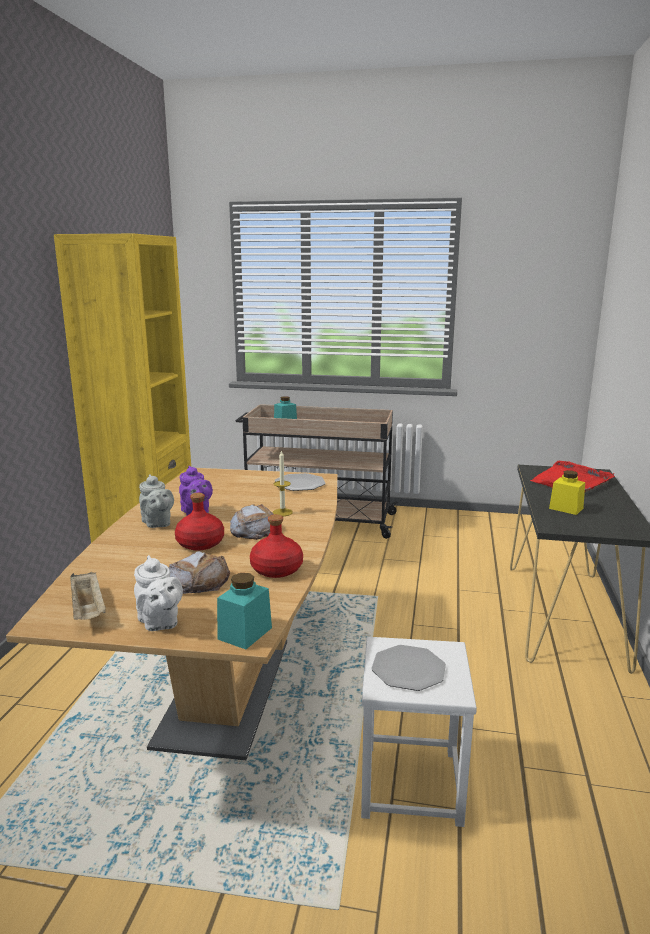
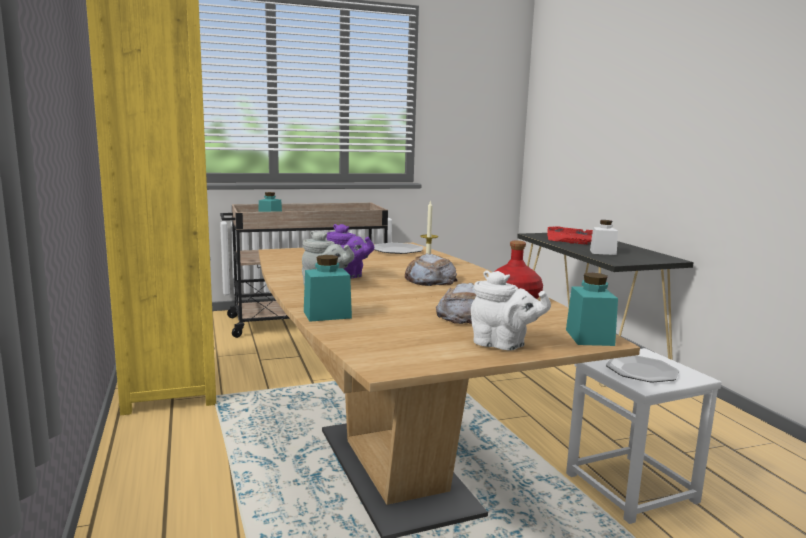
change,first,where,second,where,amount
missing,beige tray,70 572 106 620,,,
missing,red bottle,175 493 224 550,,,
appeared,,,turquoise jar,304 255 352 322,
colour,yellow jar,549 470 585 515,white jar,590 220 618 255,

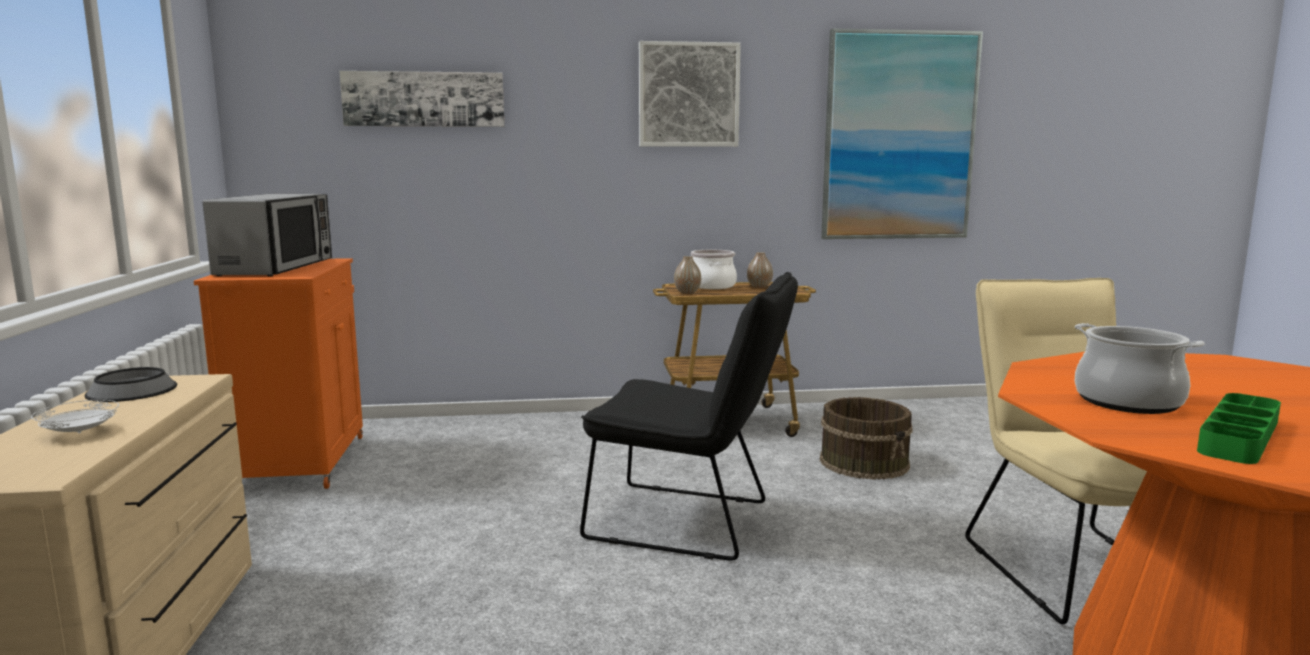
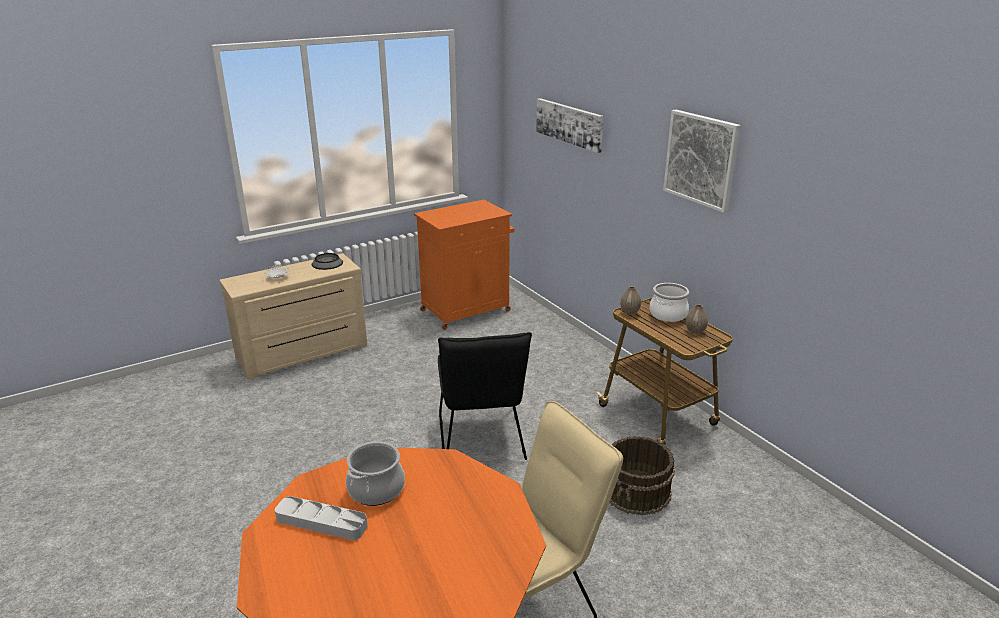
change,first,where,second,where,amount
missing,microwave,202 194 332 276,,,
missing,picture,821 28 983 239,,,
colour,green tray,1197 393 1281 464,grey tray,275 496 368 540,

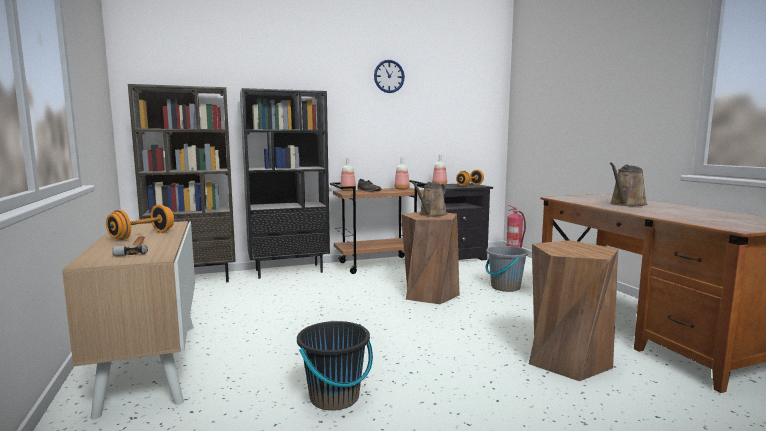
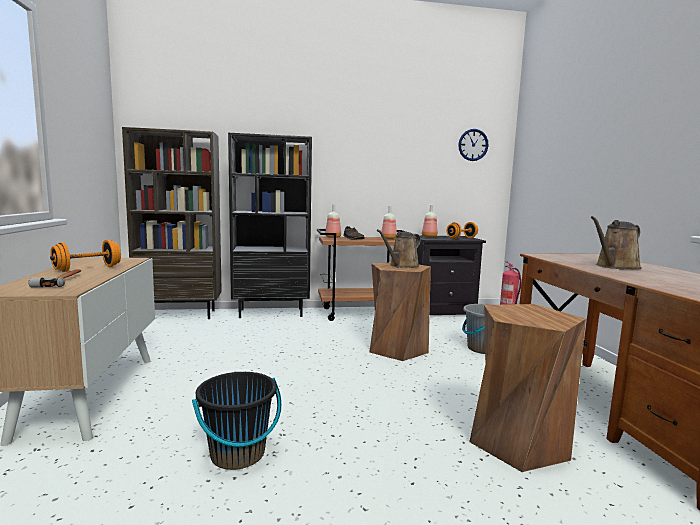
change,first,where,second,where,amount
relocated,wall clock,374 60 405 93,,458 129 488 161,

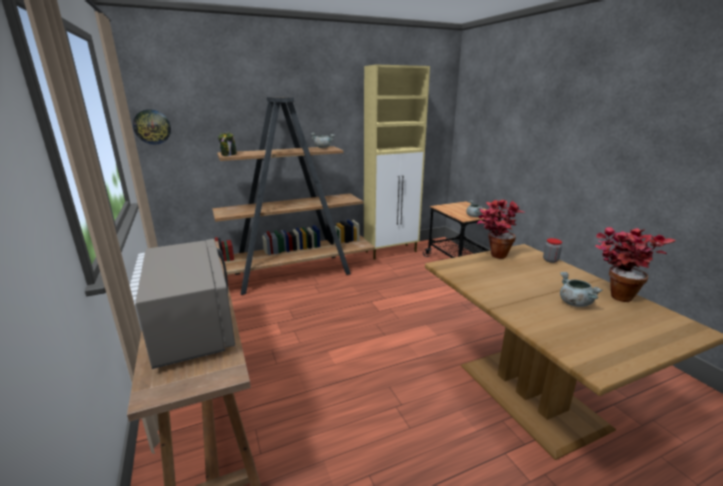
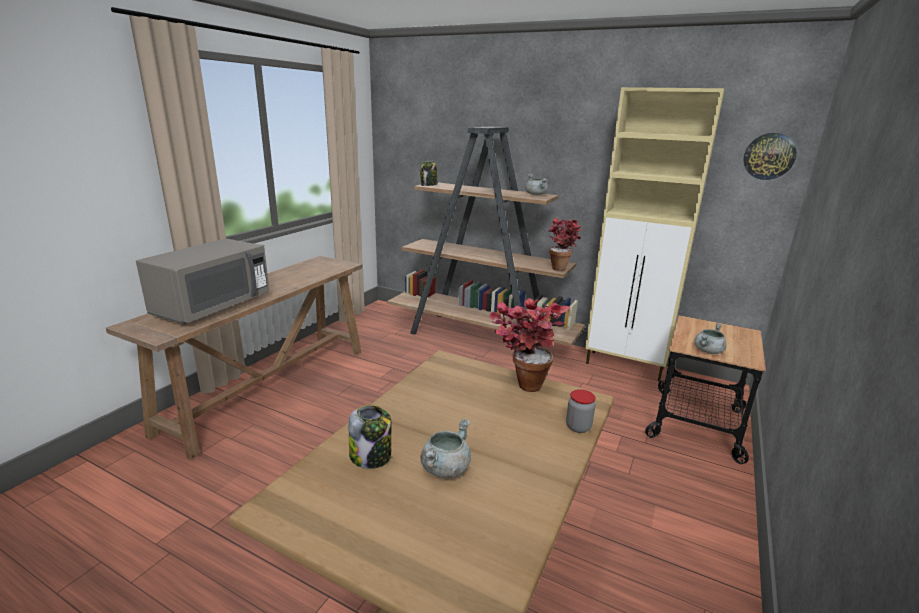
change,first,where,second,where,amount
appeared,,,jar,349 405 392 469,
relocated,wall clock,133 110 171 145,,743 133 797 180,
relocated,potted plant,595 227 676 302,,549 217 582 271,

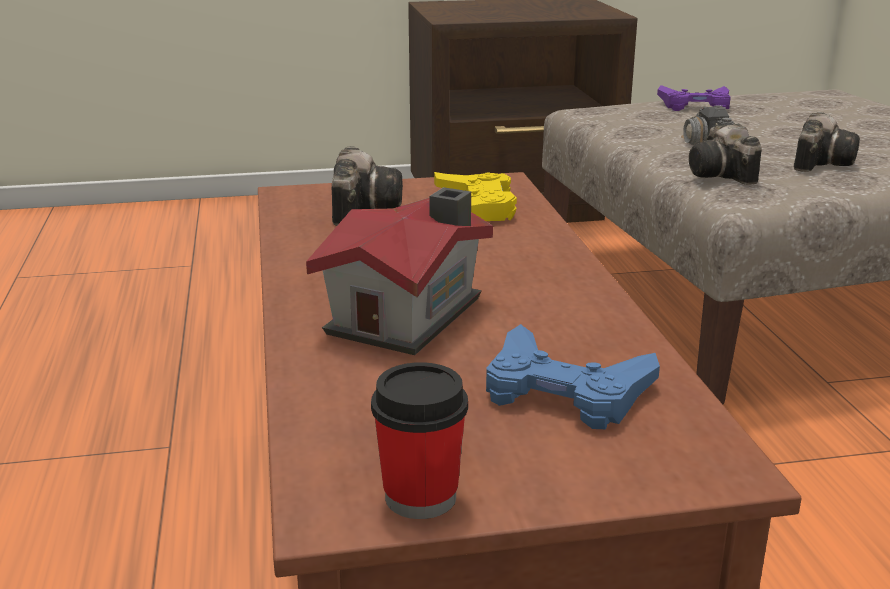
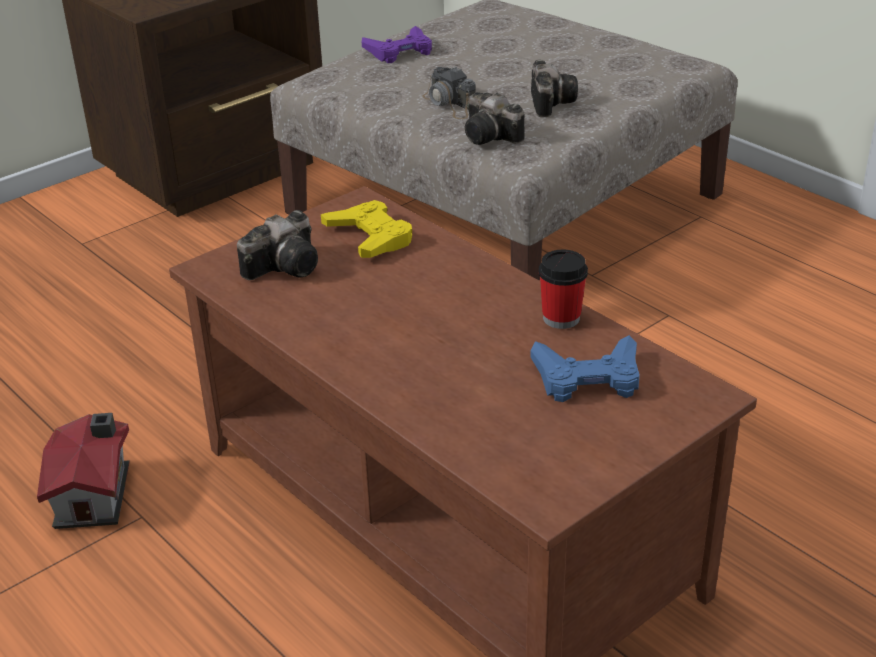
change,first,where,second,where,amount
relocated,toy house,306 187 493 355,,37 413 130 529,
relocated,cup,371 362 468 519,,539 250 588 329,
spun,photo camera,332 146 403 226,,237 210 318 280,75 degrees clockwise

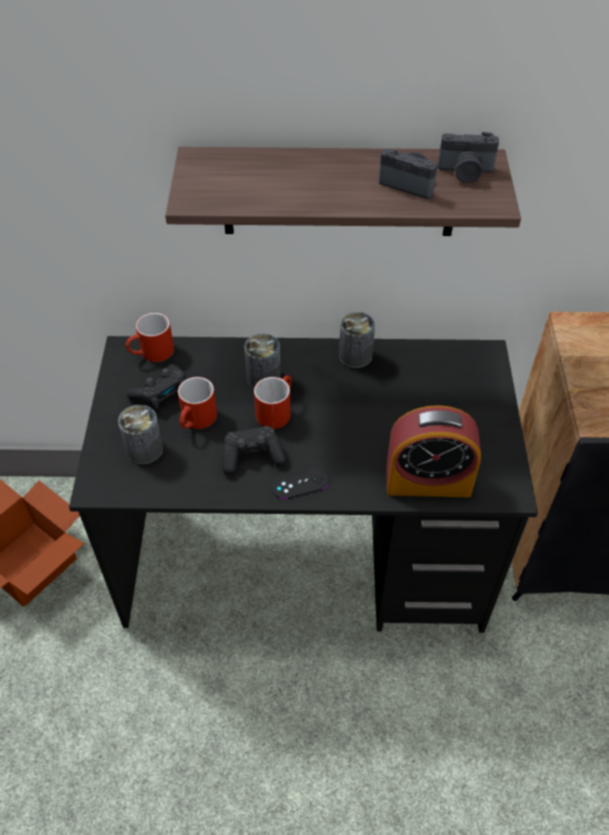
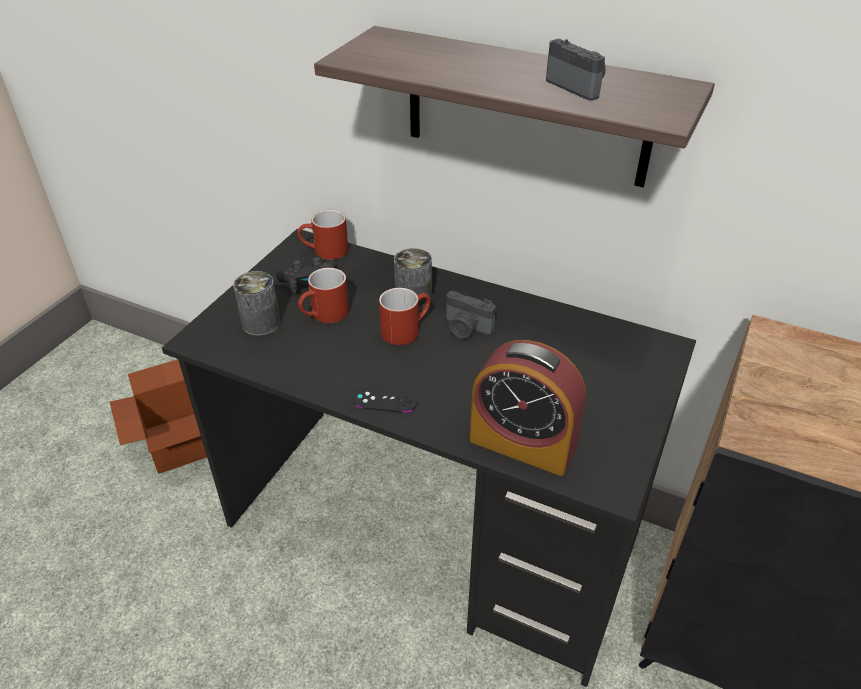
change,first,where,second,where,amount
missing,black game controller,222 426 287 475,,,
missing,can,339 312 375 368,,,
relocated,photo camera,438 132 499 183,,446 291 496 339,

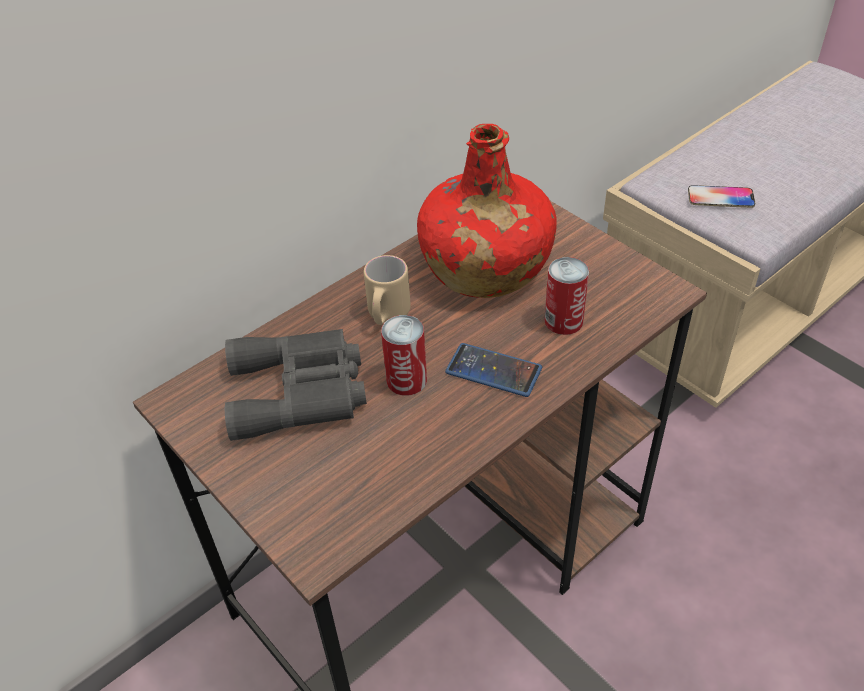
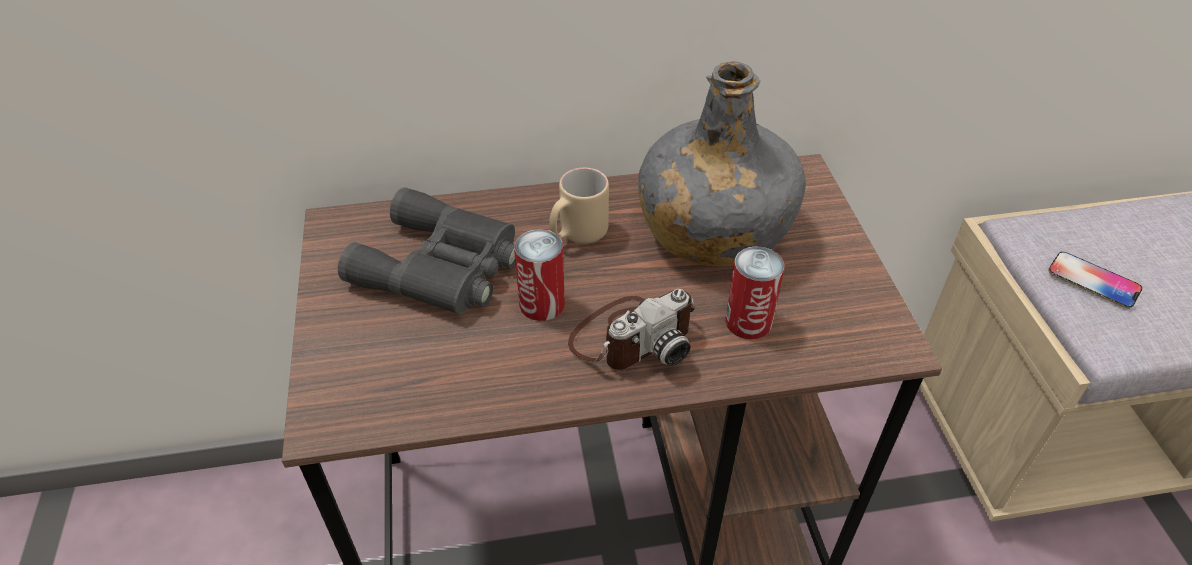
change,first,where,second,where,amount
exchanged,phone,445 343 542 397,photo camera,568 289 695 370,
colour,red bottle,417 124 557 298,grey bottle,638 61 806 267,

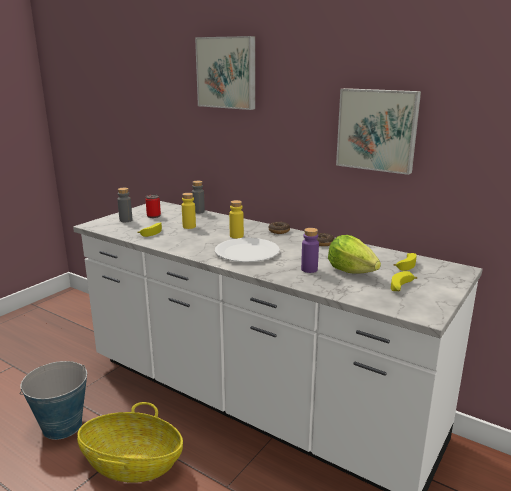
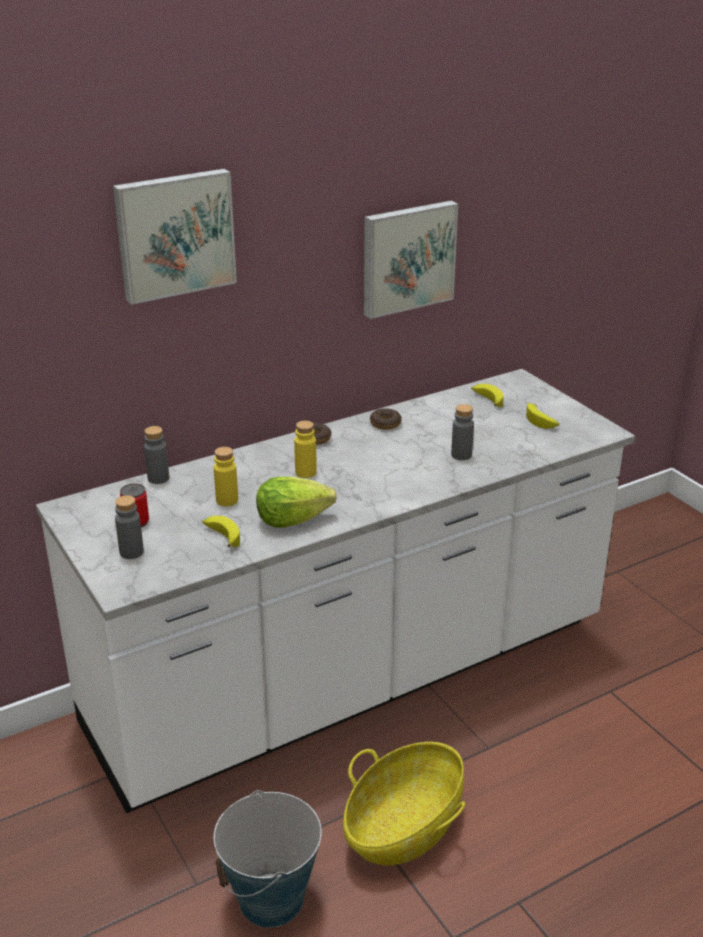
change,first,where,second,where,amount
missing,white plate,215 238 280 262,,,
relocated,lettuce,328 235 381 274,,256 477 337 528,
colour,purple bottle,301 228 319 273,grey bottle,451 404 474 460,

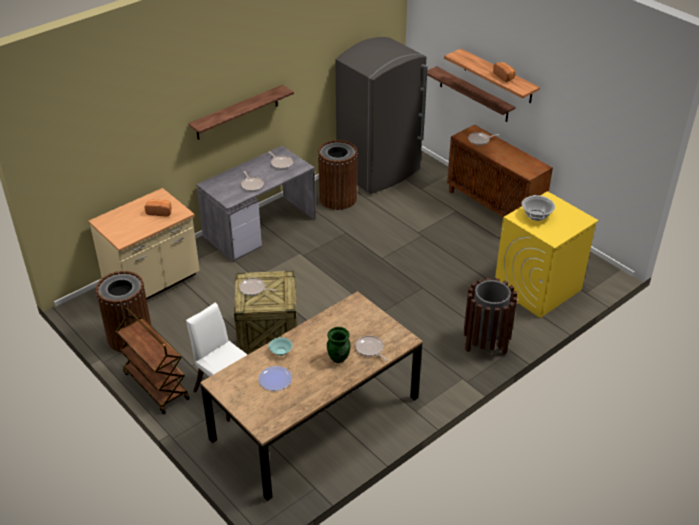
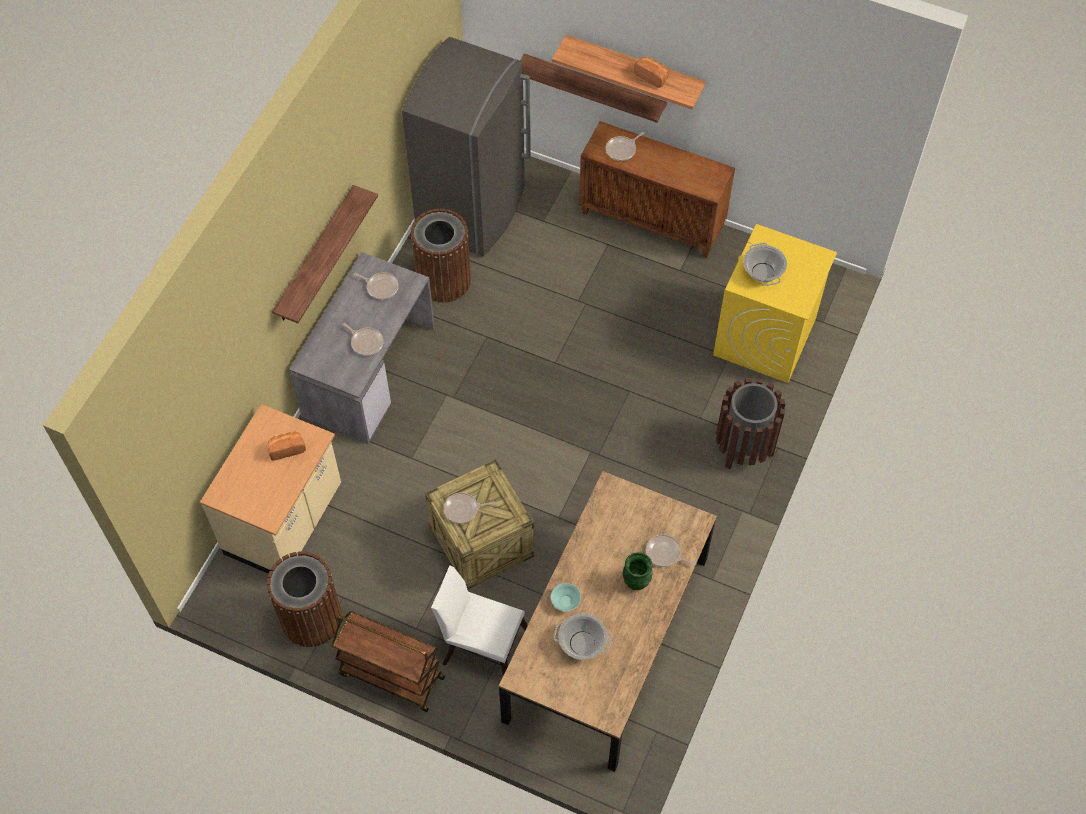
change,first,where,second,where,amount
exchanged,plate,258 366 292 391,cooking pot,553 614 612 660,

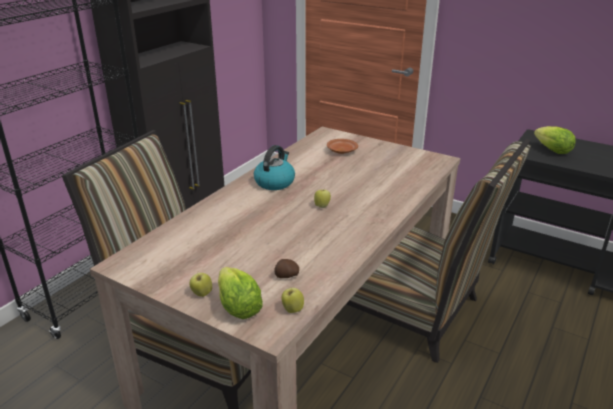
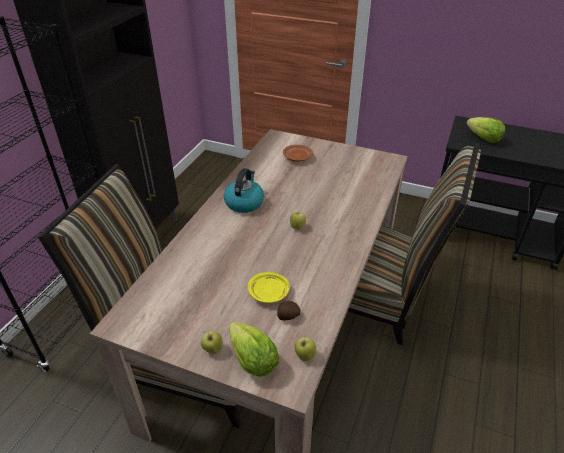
change,first,where,second,where,amount
appeared,,,yellow plate,248 272 290 303,

